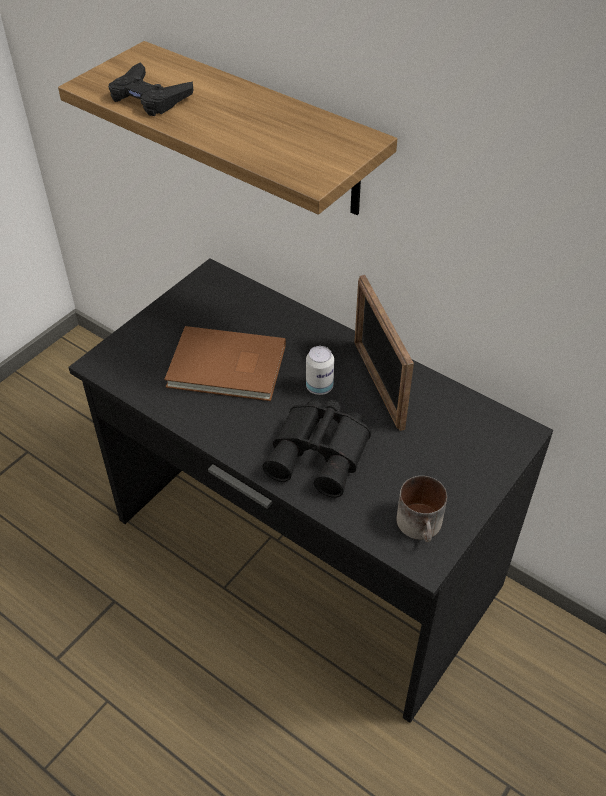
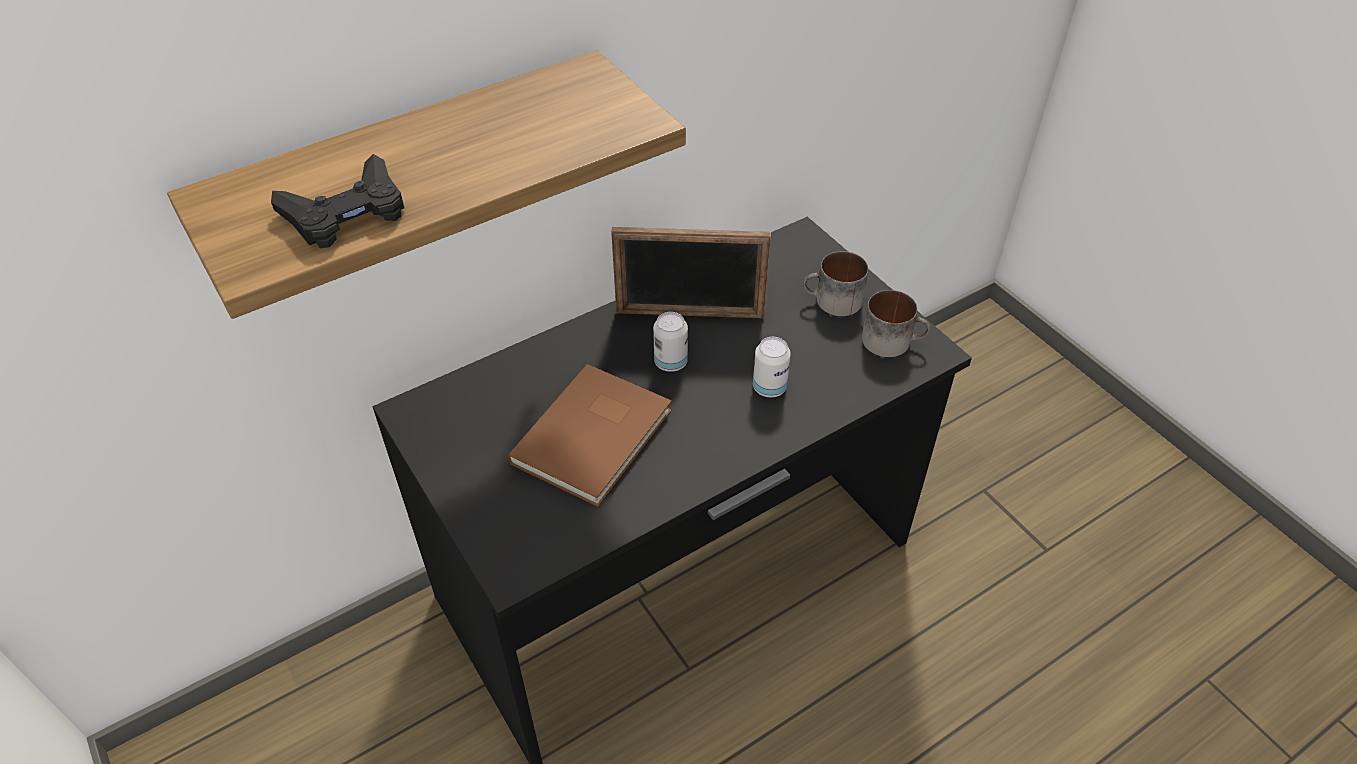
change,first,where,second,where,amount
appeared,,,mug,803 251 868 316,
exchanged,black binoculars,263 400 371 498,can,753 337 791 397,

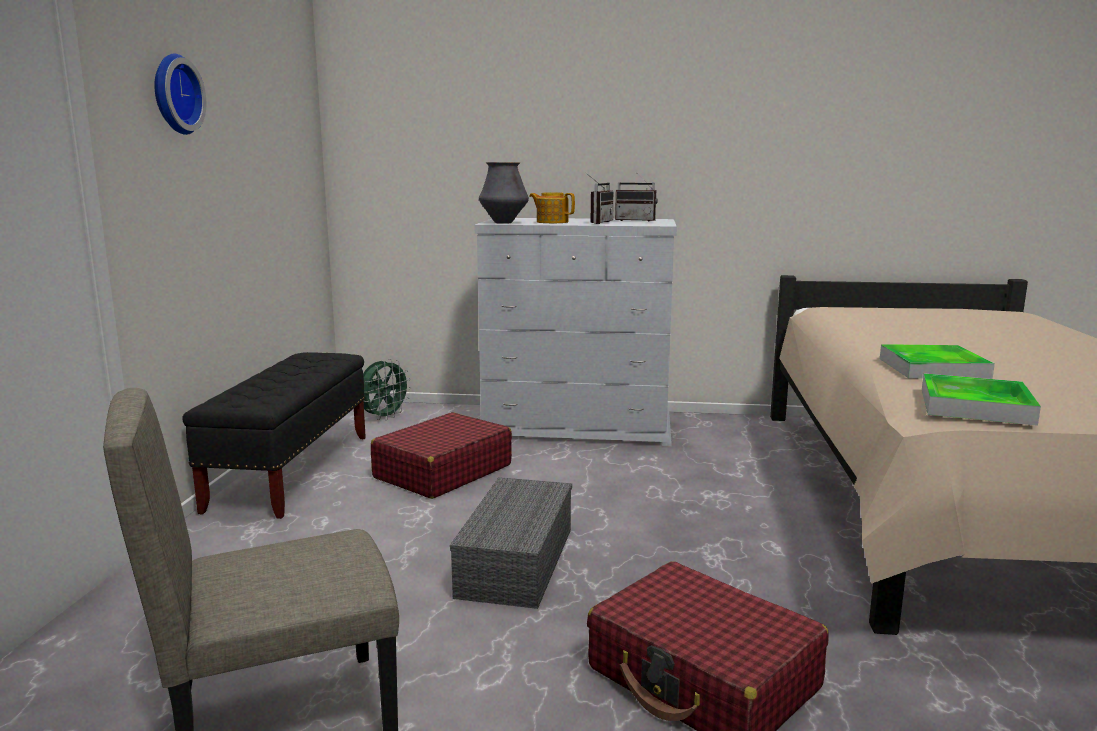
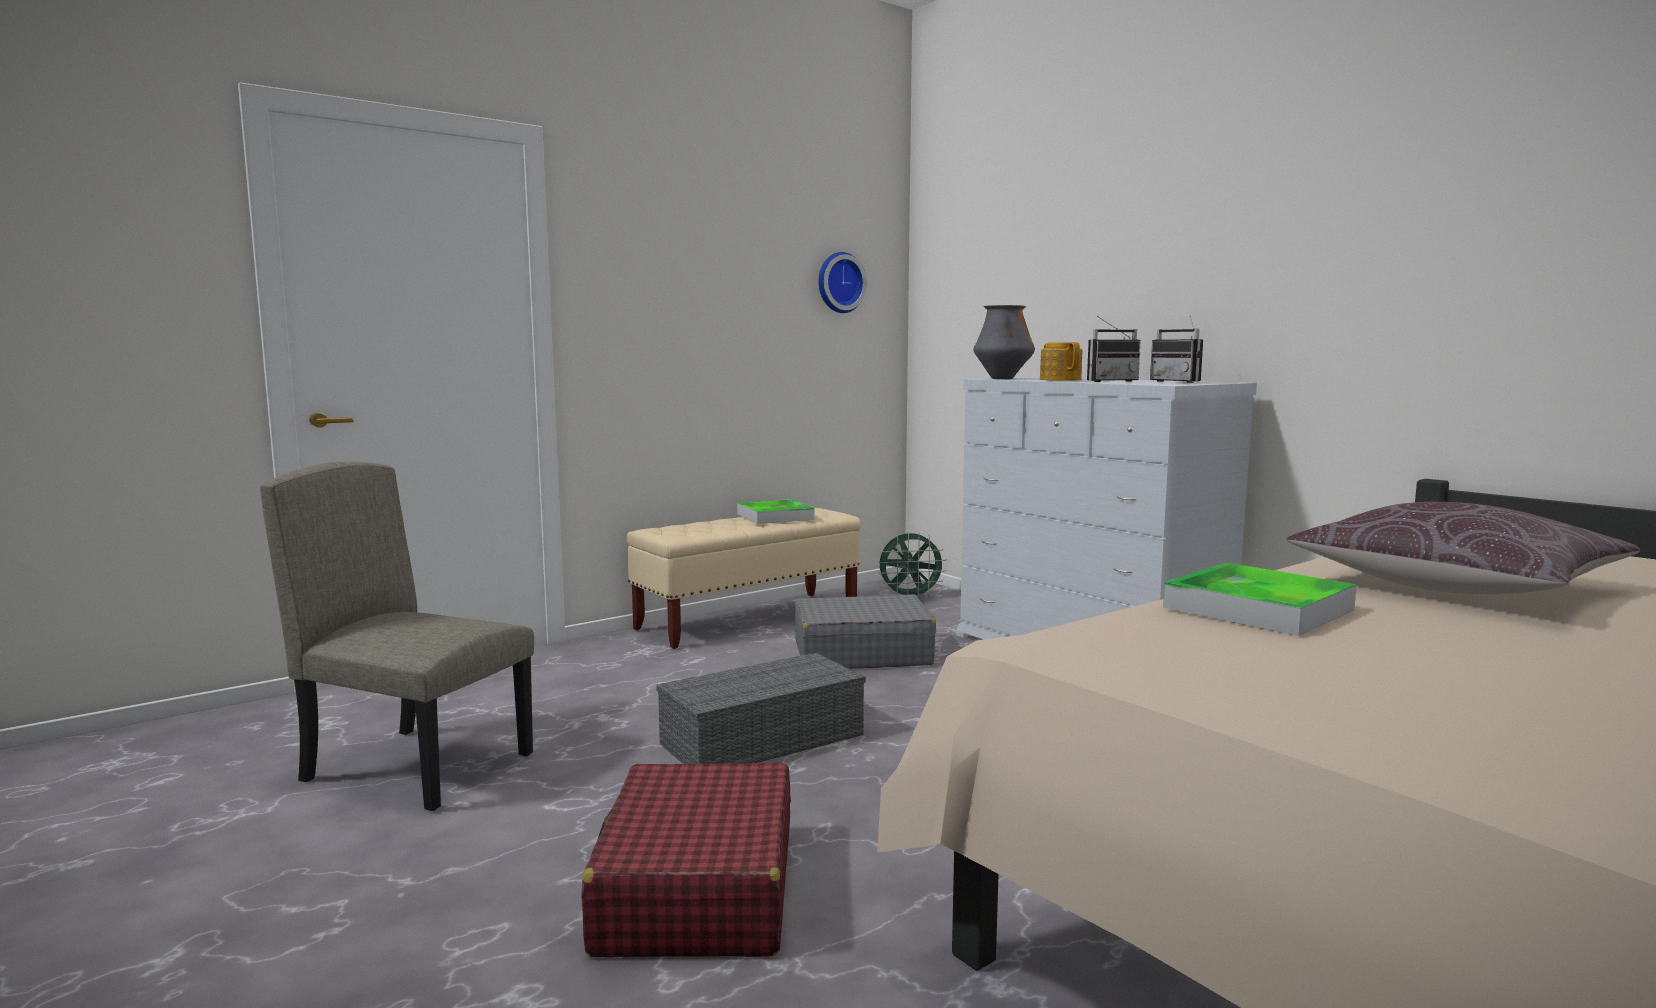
change,first,where,second,where,amount
appeared,,,brown pillow,1286 502 1640 594,
relocated,wall clock,154 54 206 135,,818 252 867 313,
relocated,tray,922 373 1041 426,,737 499 814 524,
colour,black bench,182 352 366 519,beige bench,627 508 861 649,
colour,red suitcase,371 412 512 499,grey suitcase,795 594 936 669,

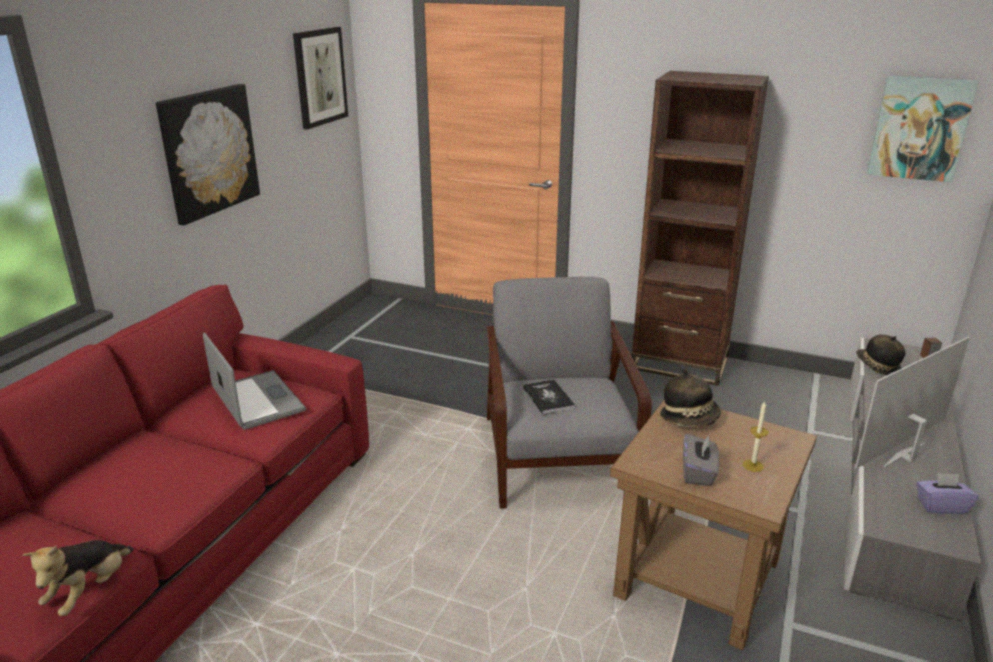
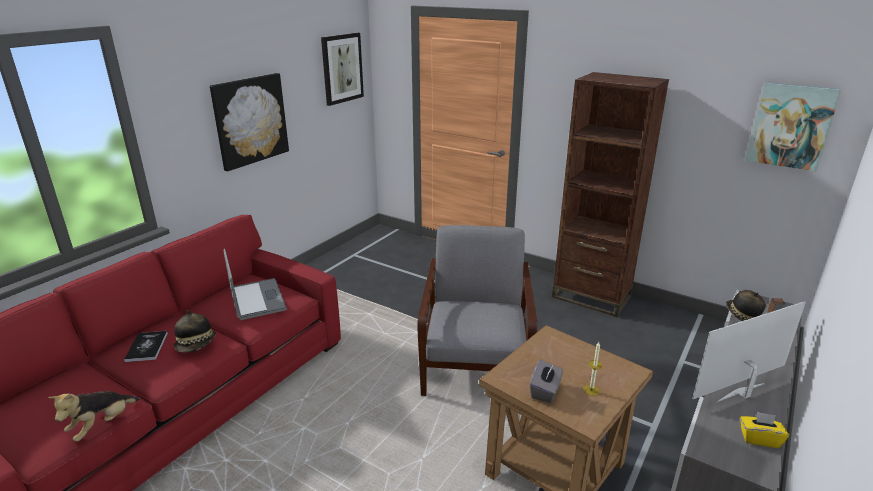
change,first,where,second,where,amount
relocated,book,523 379 575 415,,124 331 168 362,
relocated,hat,660 369 721 427,,174 310 216 352,
colour,purple tissue box,916 473 978 514,yellow tissue box,740 412 789 448,

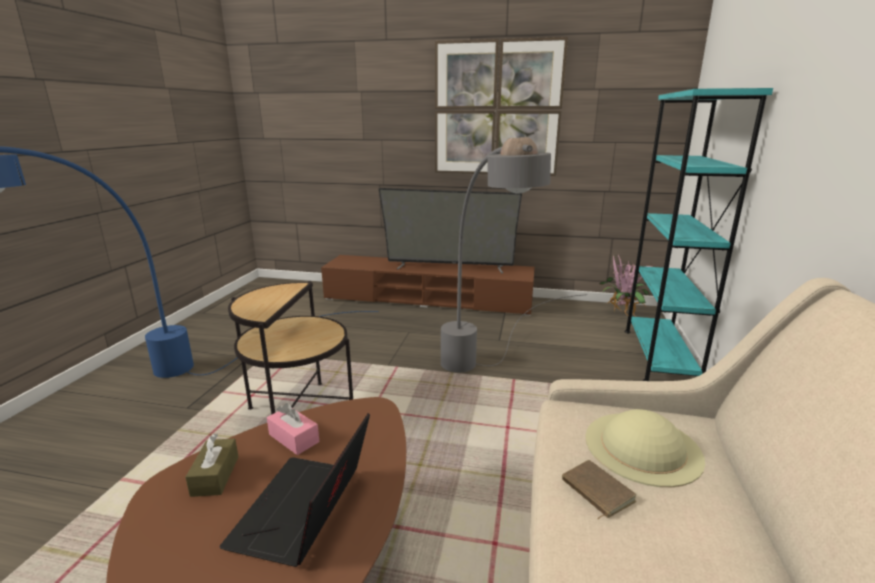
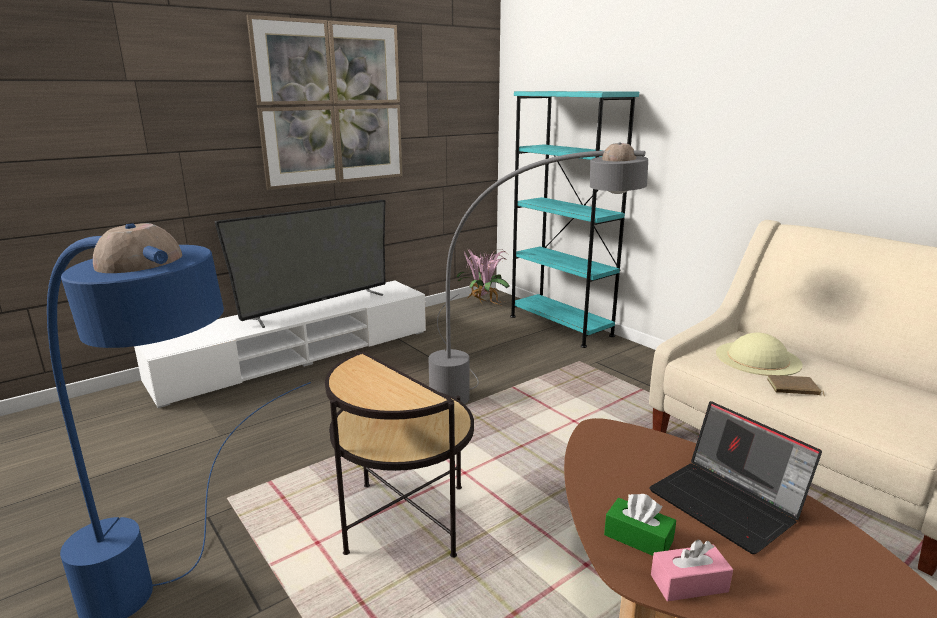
change,first,where,second,where,amount
relocated,pink tissue box,267 403 319 455,,651 539 733 601,
colour,brown tissue box,185 434 239 497,green tissue box,604 494 676 556,
colour,brown tv stand,321 255 535 316,white tv stand,134 281 426 408,

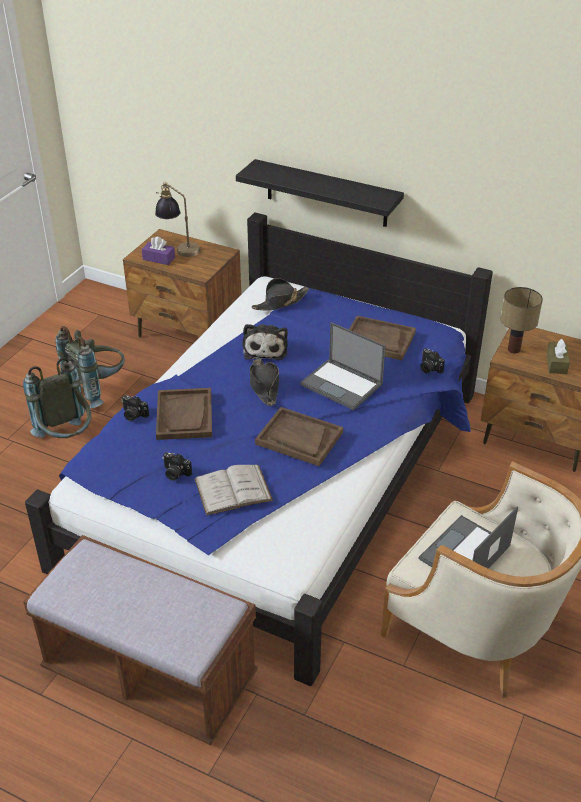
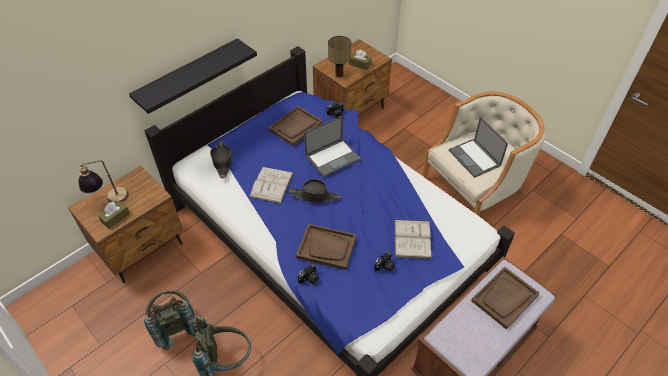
change,first,where,second,where,amount
relocated,brown tray,255 407 343 466,,471 267 540 330,
exchanged,plush toy,243 324 288 360,white book,249 167 293 204,
colour,purple tissue box,142 237 175 265,brown tissue box,98 200 130 229,

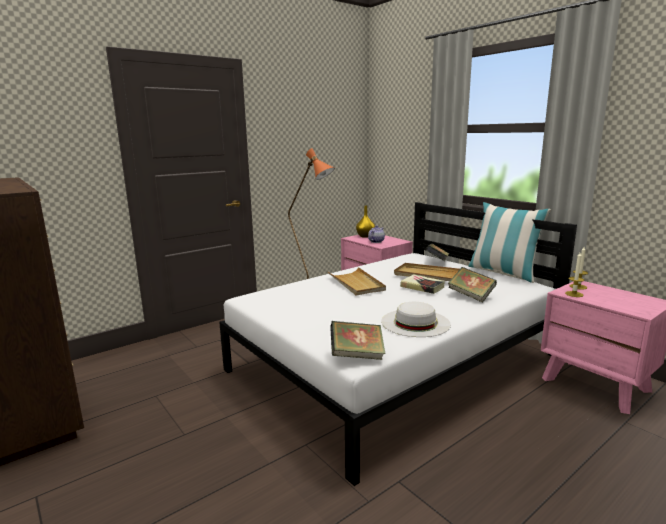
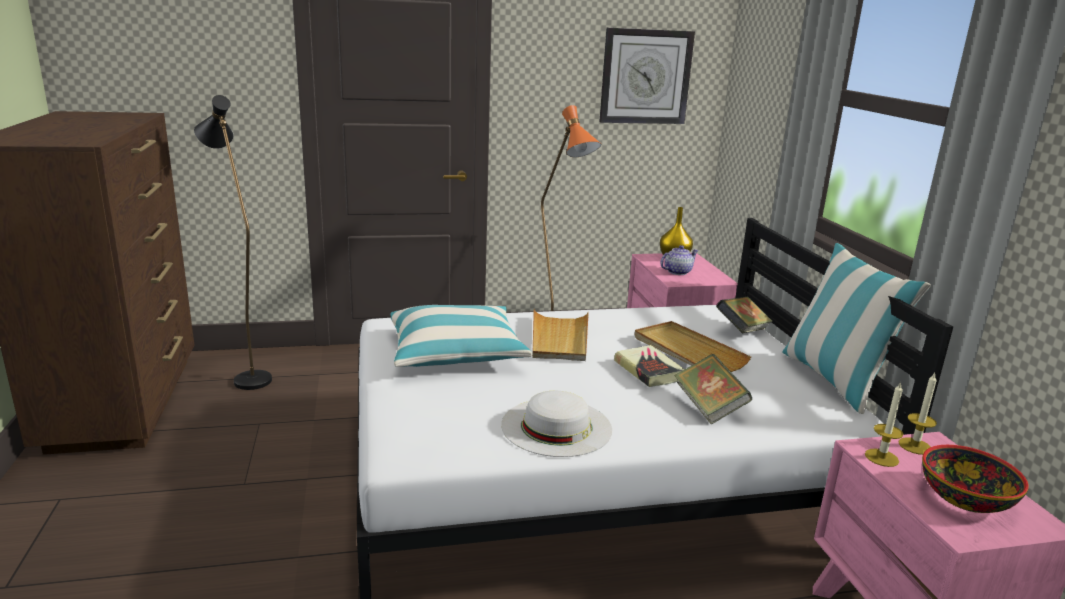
change,first,where,second,where,amount
missing,book,330 321 386 360,,,
appeared,,,black floor lamp,194 95 272 390,
appeared,,,pillow,390 305 532 367,
appeared,,,wall clock,599 28 695 124,
appeared,,,bowl,922 445 1029 513,

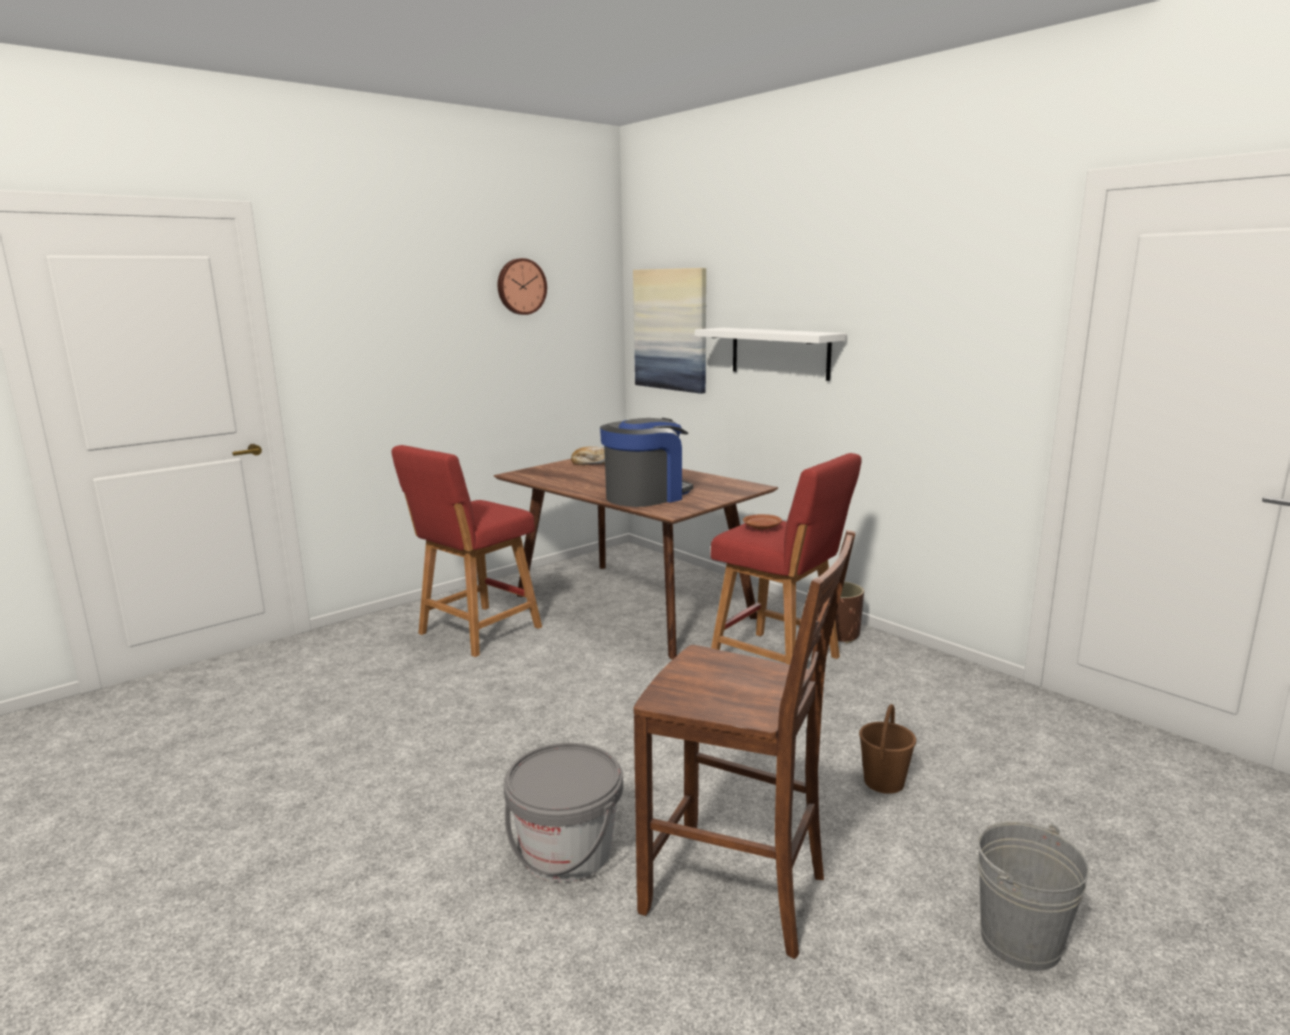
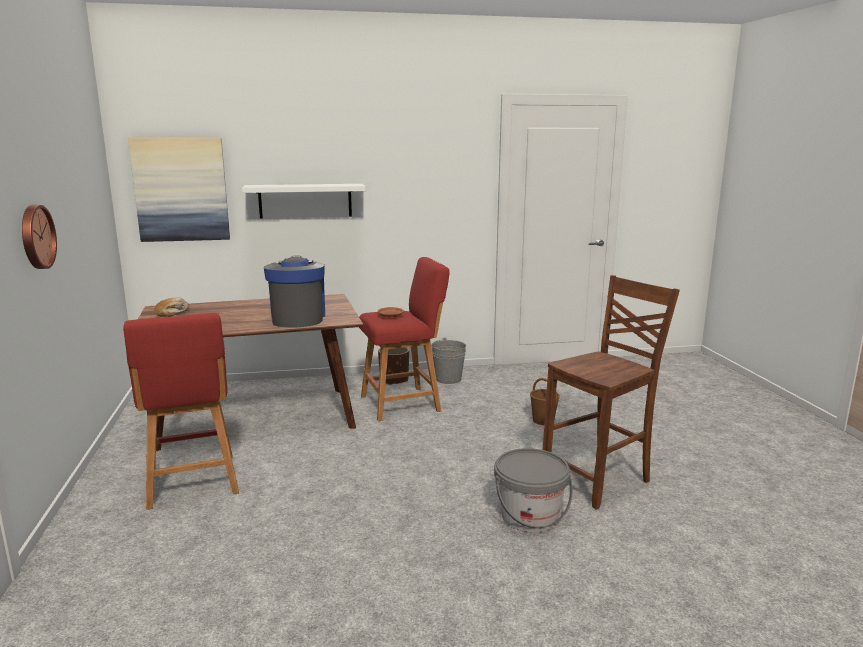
change,first,where,second,where,amount
relocated,wall clock,498 258 547 315,,22 205 57 269,
relocated,grey bucket,977 821 1089 971,,431 338 466 384,

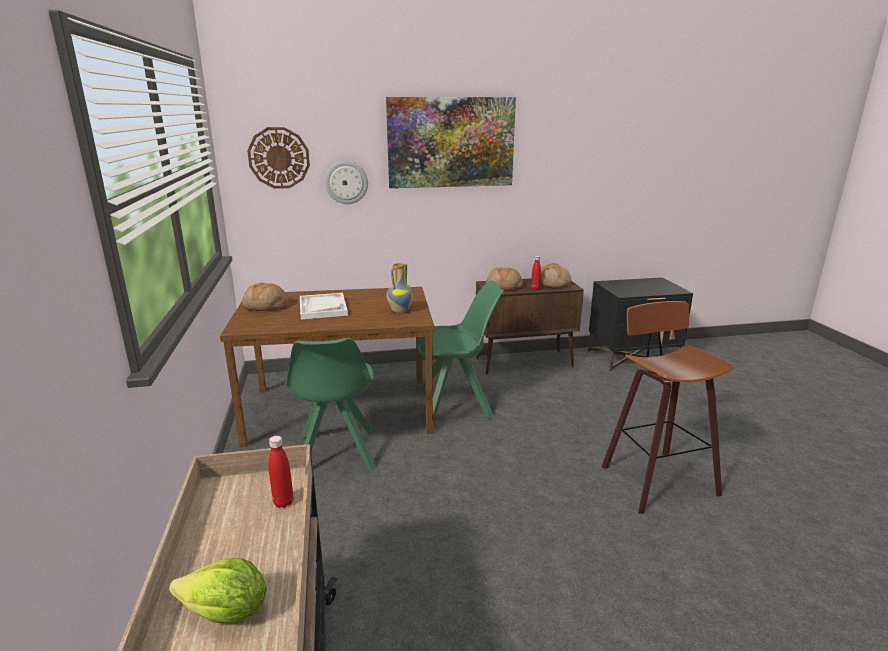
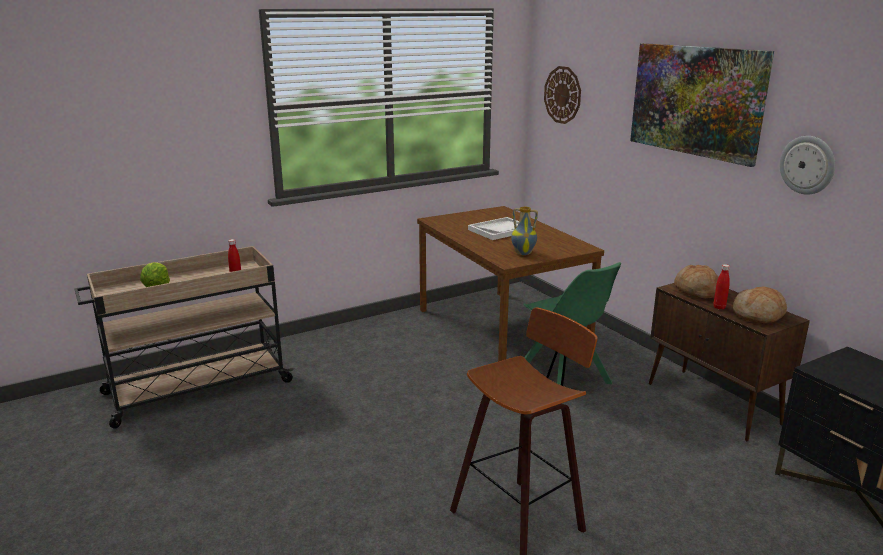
change,first,where,second,where,amount
missing,bread,242 282 289 311,,,
missing,green chair,286 338 376 471,,,
relocated,wall clock,325 161 368 204,,780 136 835 195,

